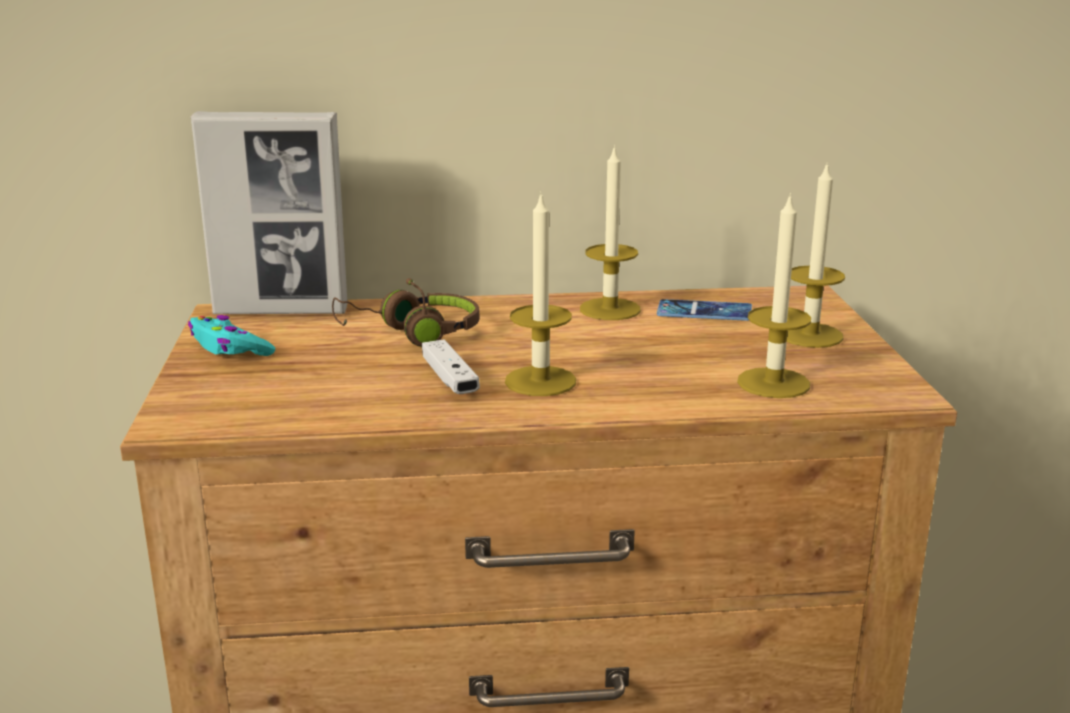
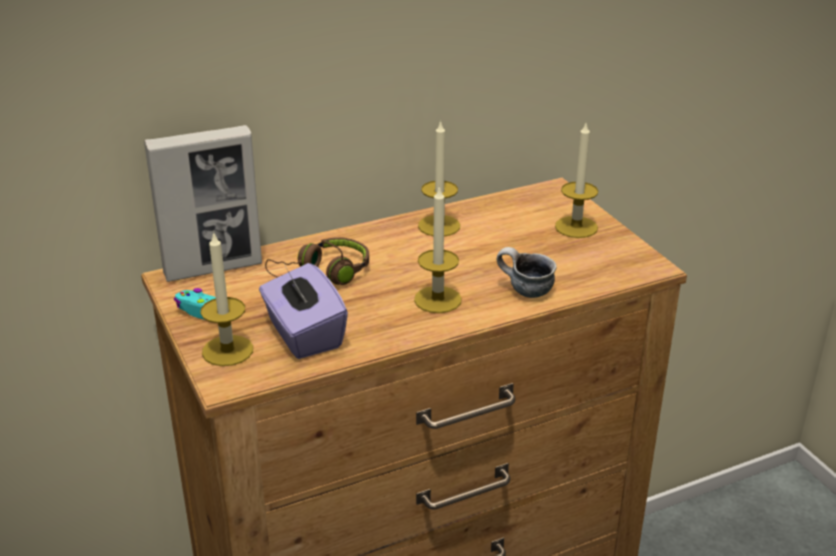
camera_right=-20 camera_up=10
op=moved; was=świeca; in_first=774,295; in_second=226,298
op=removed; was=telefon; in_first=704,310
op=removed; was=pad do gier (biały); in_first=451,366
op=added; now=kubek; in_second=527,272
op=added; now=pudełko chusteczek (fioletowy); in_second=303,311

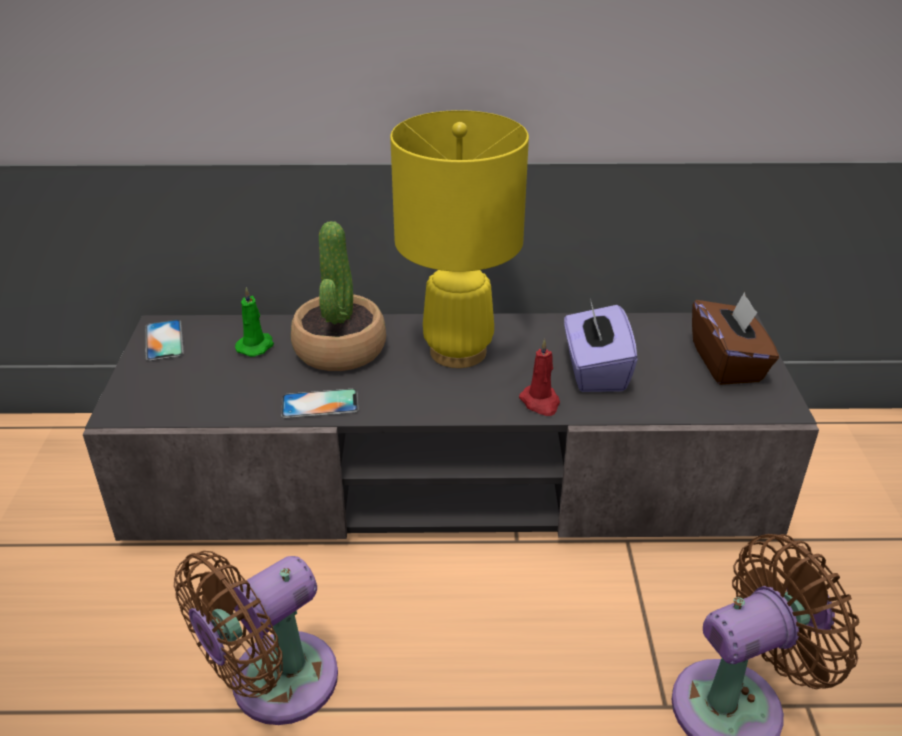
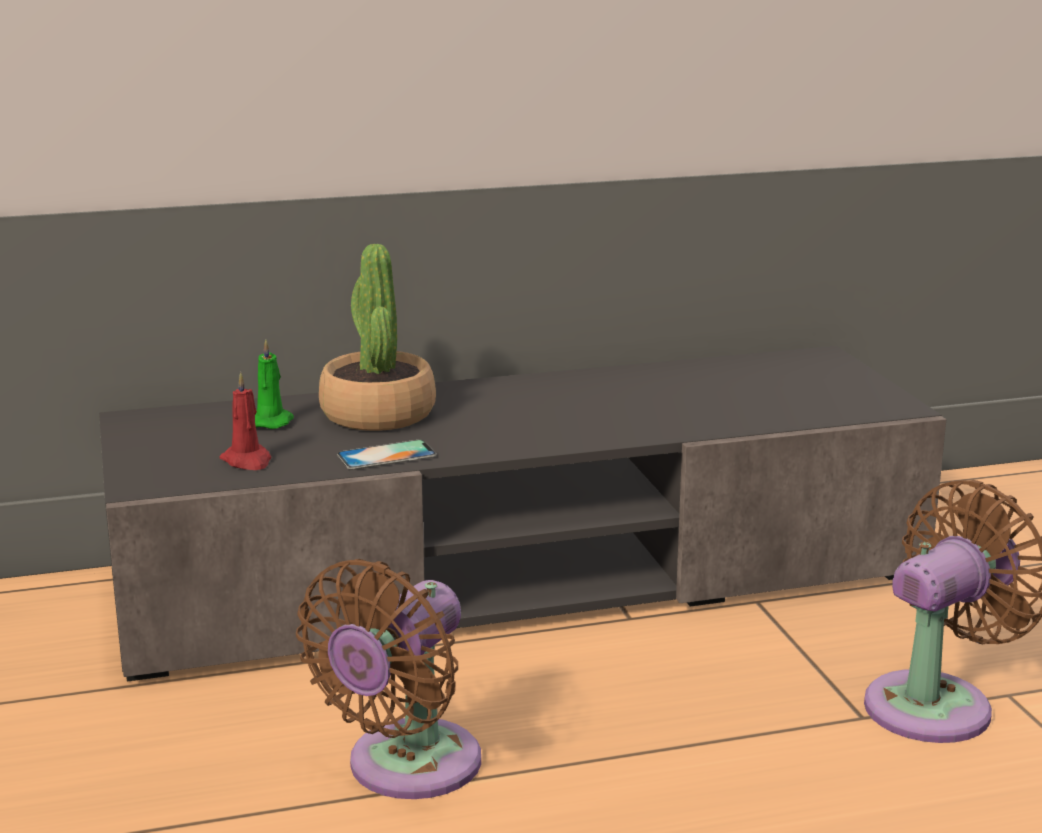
camera_right=-15 camera_up=-15
op=removed; was=lampa stołowa (żółty); in_first=459,239
op=removed; was=pudełko chusteczek (brązowy); in_first=735,338
op=removed; was=pudełko chusteczek (fioletowy); in_first=601,345
op=removed; was=telefon; in_first=164,340
op=moved; was=świeca (czerwony); in_first=539,377; in_second=245,421

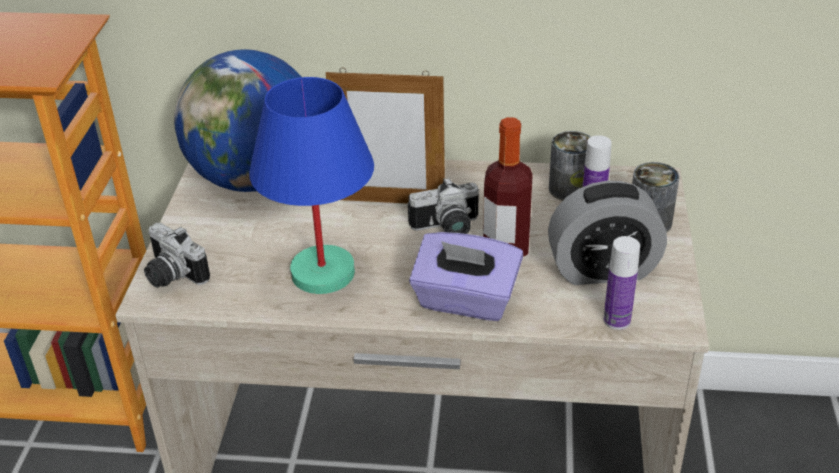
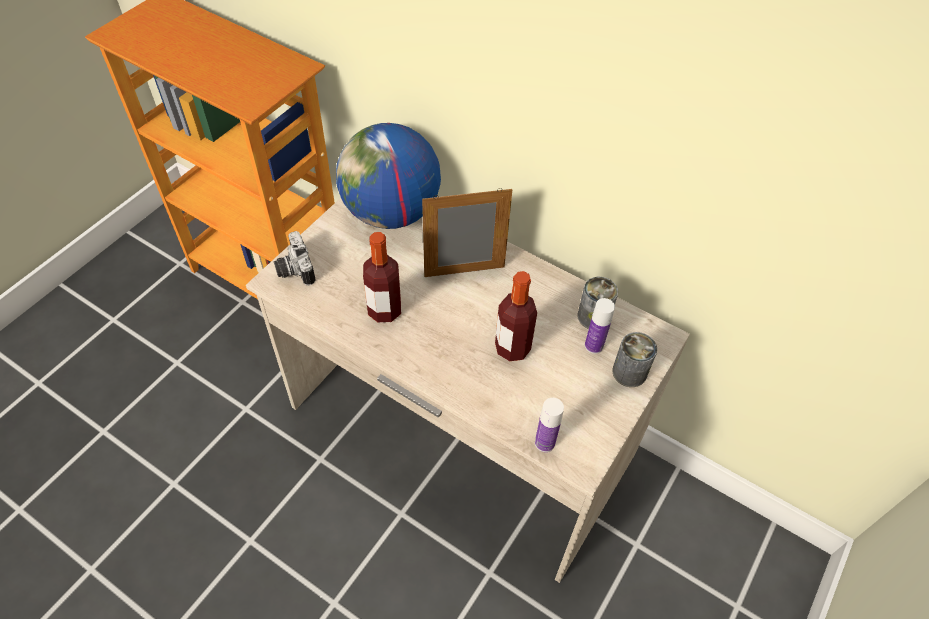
camera_right=25 camera_up=15
op=turned; was=ramka na zdjęcie; in_first=385,136; in_second=467,232; clockwise=135
op=replaced; was=lampa stołowa (niebieski); now=butelka; in_first=311,185; in_second=382,277
op=removed; was=aparat fotograficzny; in_first=443,205
op=removed; was=budzik; in_first=607,233
op=removed; was=pudełko chusteczek (fioletowy); in_first=466,276

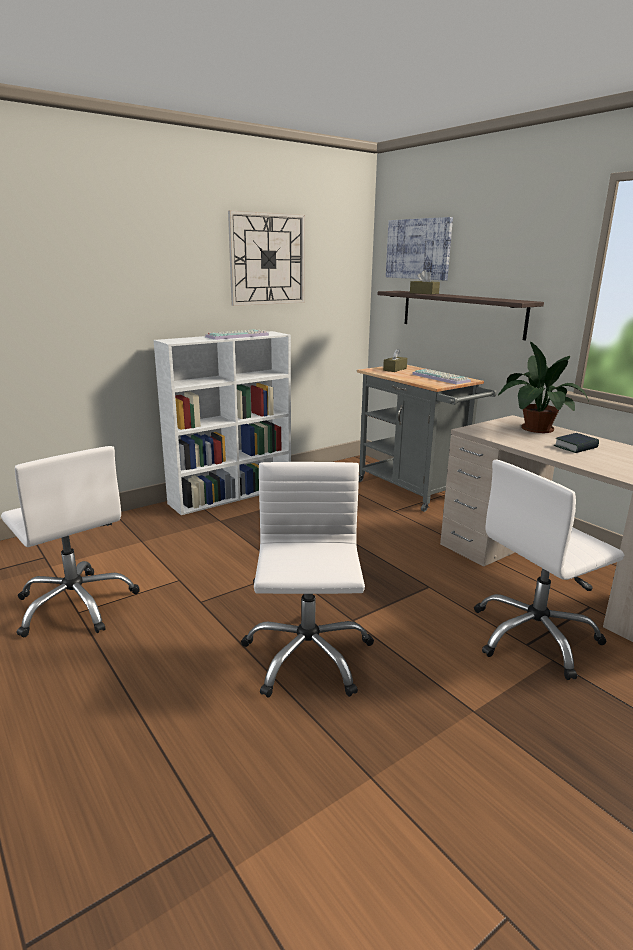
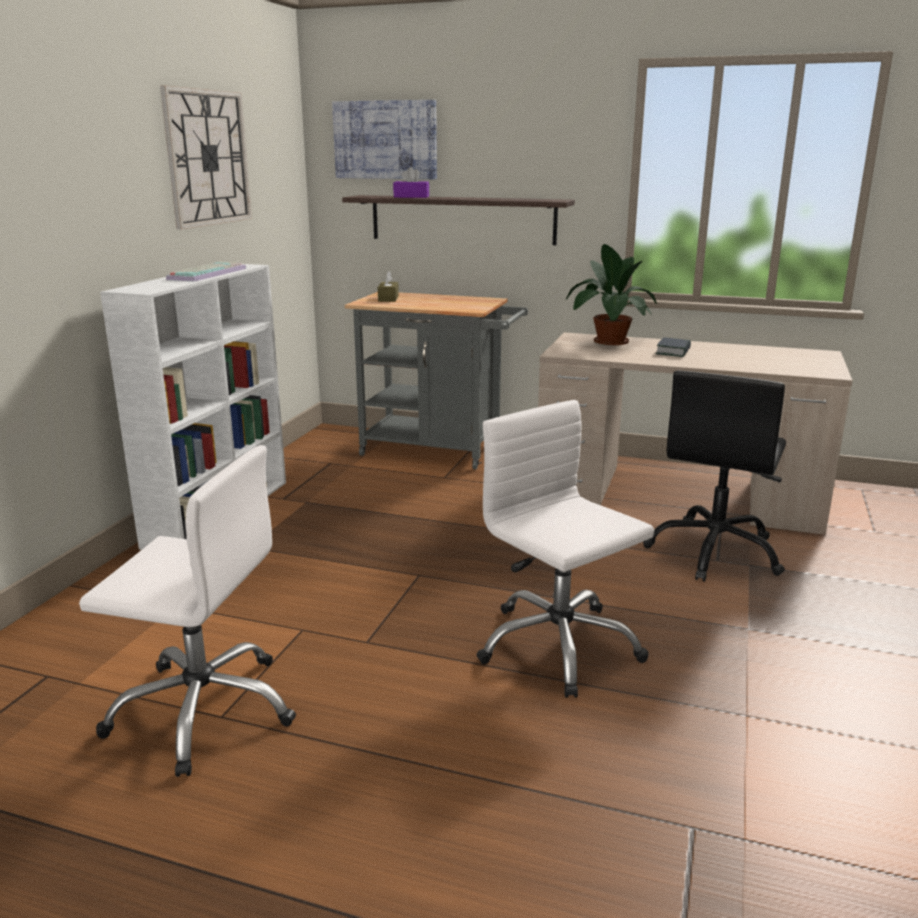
camera_right=-35 camera_up=0
op=recoloured; was=pudełko chusteczek (brązowy); now=pudełko chusteczek (fioletowy); in_first=425,282; in_second=411,182
op=removed; was=klawiatura; in_first=441,377
op=recoloured; was=krzesło biurowe (biały); now=krzesło biurowe (czarny); in_first=549,570; in_second=714,476

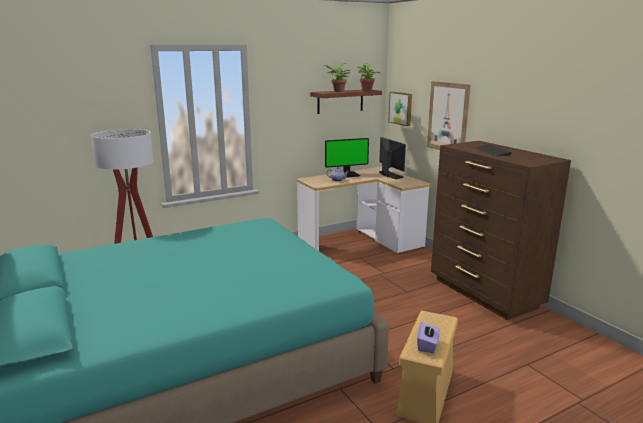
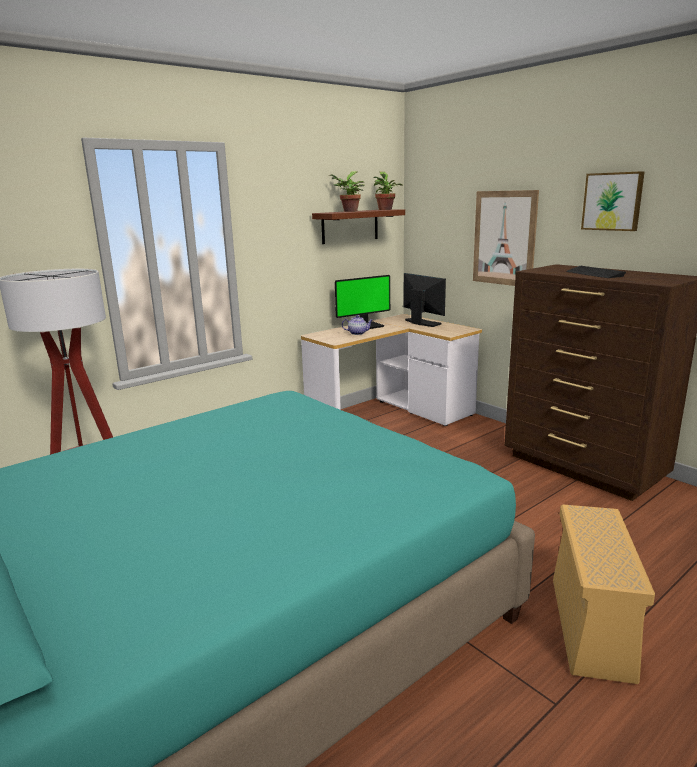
camera_right=-10 camera_up=0
op=moved; was=obraz; in_first=400,109; in_second=613,201
op=removed; was=pudełko chusteczek (fioletowy); in_first=428,337

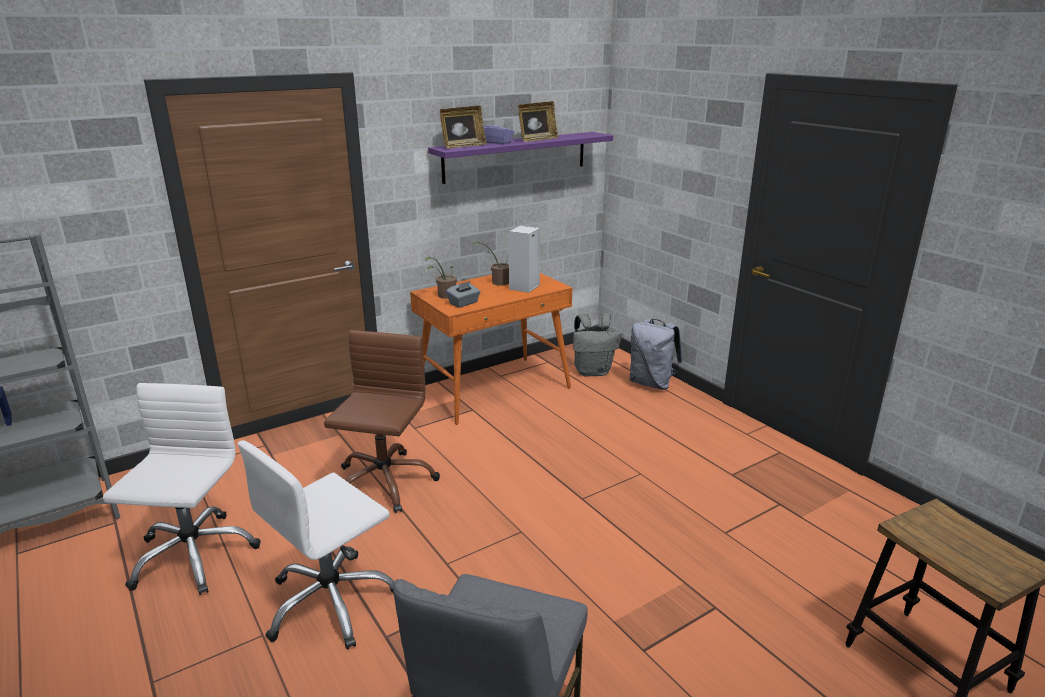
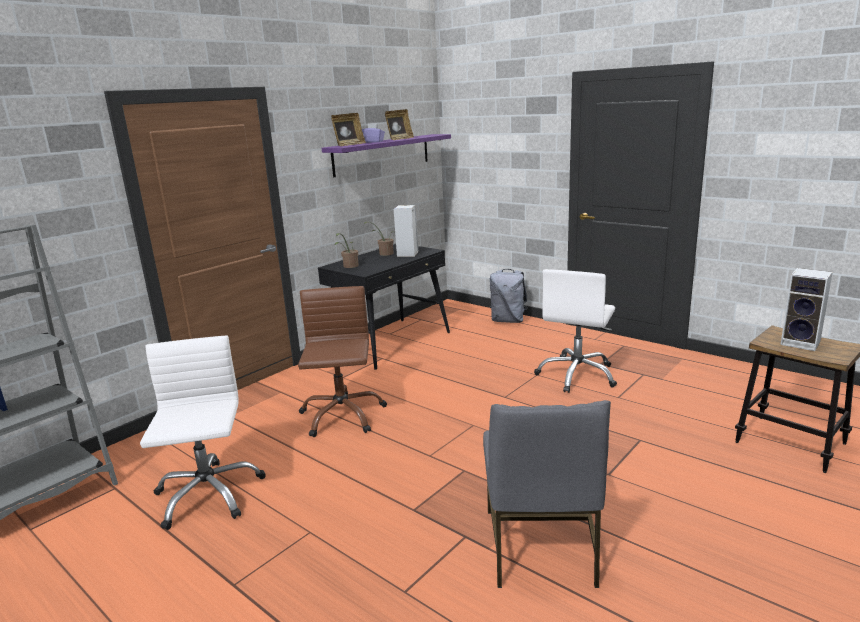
camera_right=-15 camera_up=-5
op=recoloured; was=biurko (pomarańczowy); now=biurko (czarny); in_first=491,349; in_second=384,307
op=removed; was=pudełko chusteczek (szary); in_first=463,294
op=removed; was=plecak (szary); in_first=597,345
op=moved; was=krzesło biurowe (biały); in_first=316,544; in_second=575,331
op=added; now=głośnik; in_second=806,309

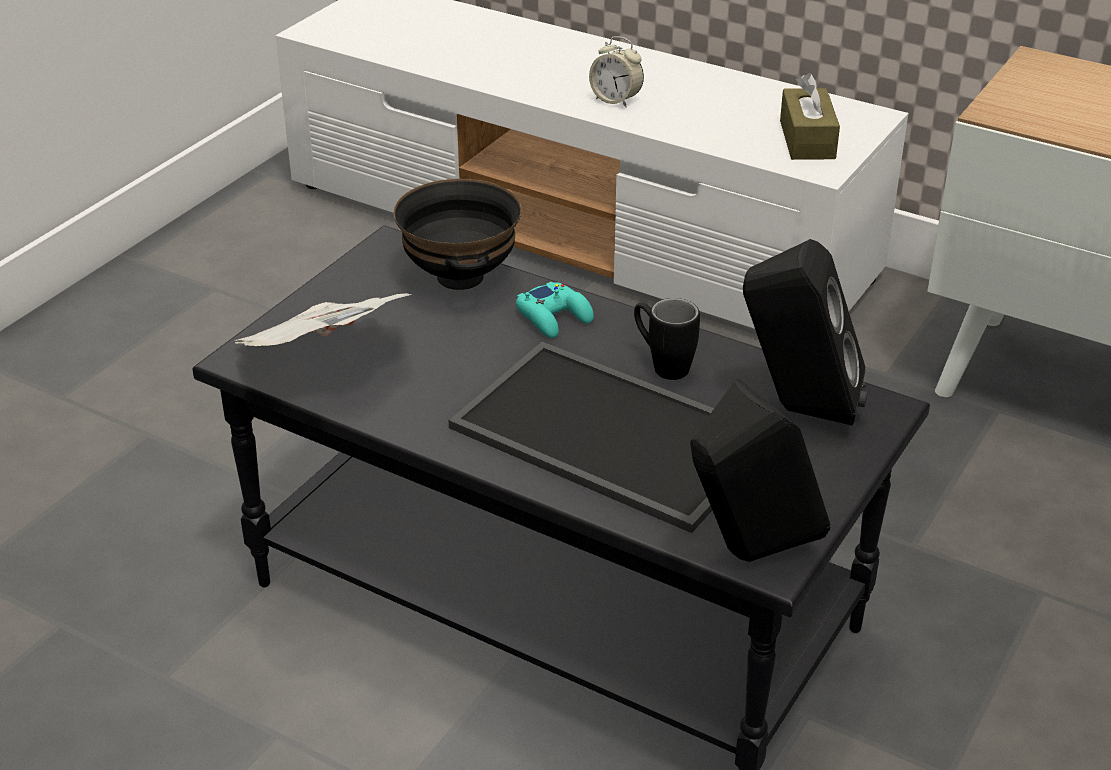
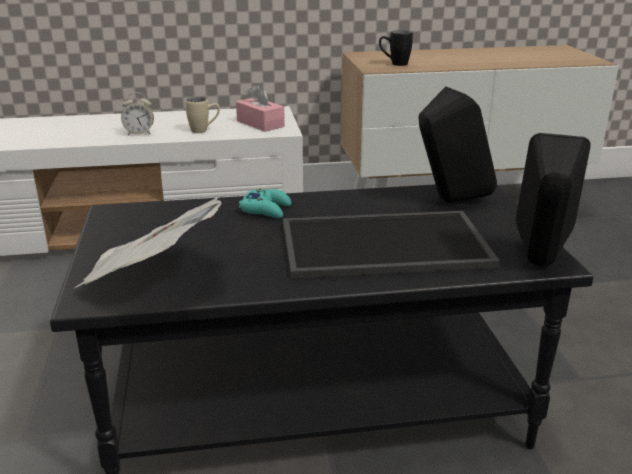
camera_right=-40 camera_up=-10
op=recoloured; was=pudełko chusteczek (brązowy); now=pudełko chusteczek (różowy); in_first=810,116; in_second=260,108
op=removed; was=miska (czarny); in_first=457,234
op=moved; was=kubek (czarny); in_first=667,339; in_second=396,48
op=added; now=kubek (beżowy); in_second=202,115

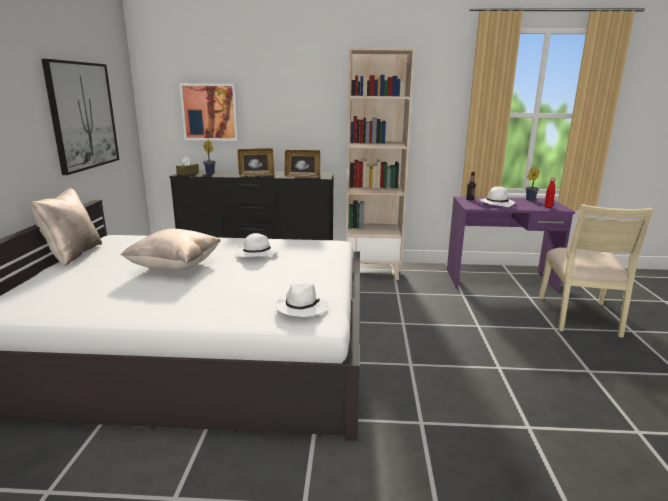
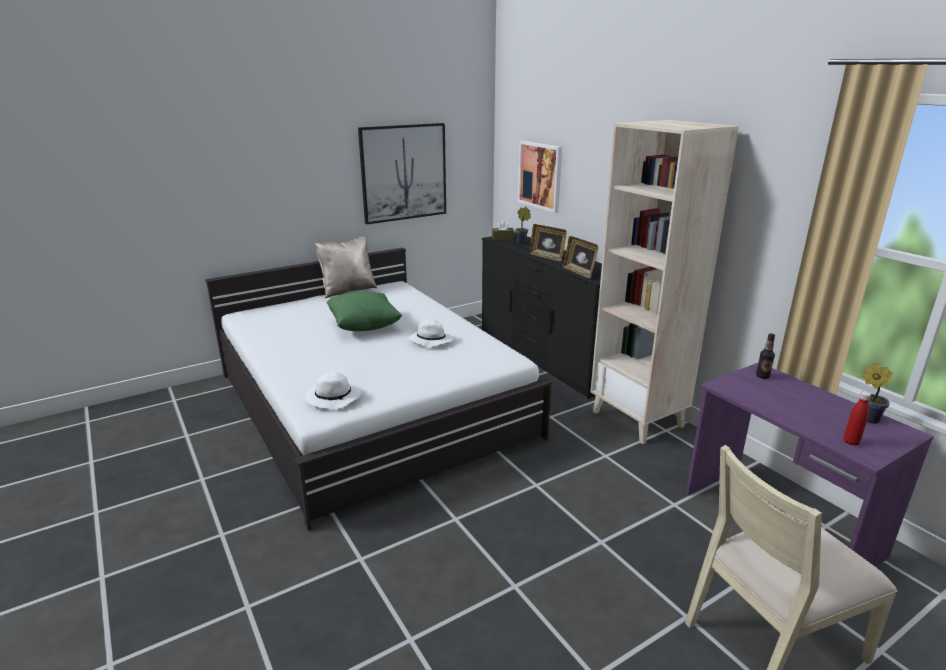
camera_right=55 camera_up=5
op=removed; was=kapelusz (biały); in_first=497,196
op=recoloured; was=poduszka (beżowy); now=poduszka (zielony); in_first=170,250; in_second=365,311

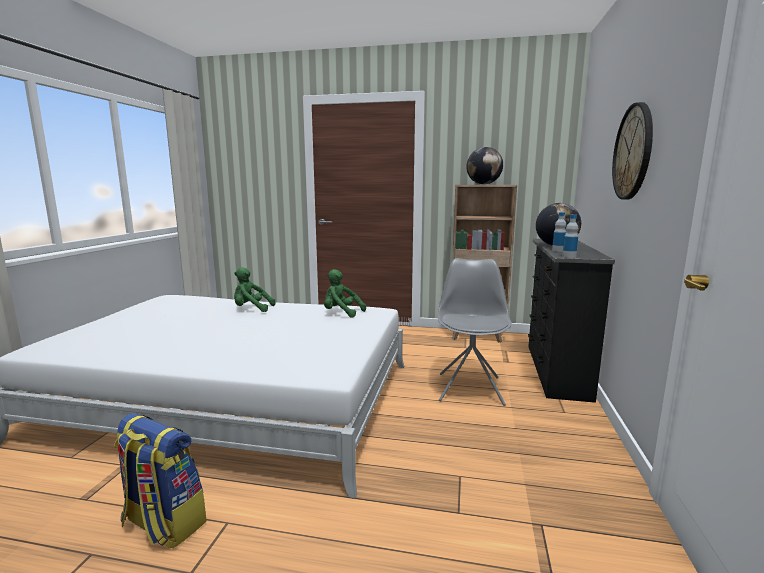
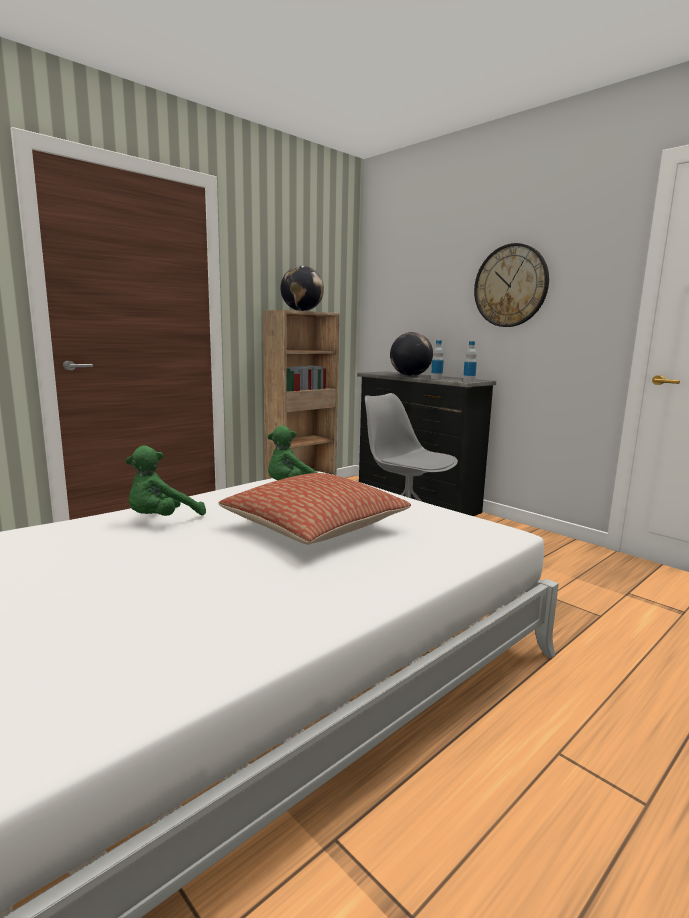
camera_right=-55 camera_up=0
op=removed; was=plecak; in_first=160,480
op=added; now=poduszka; in_second=314,509

